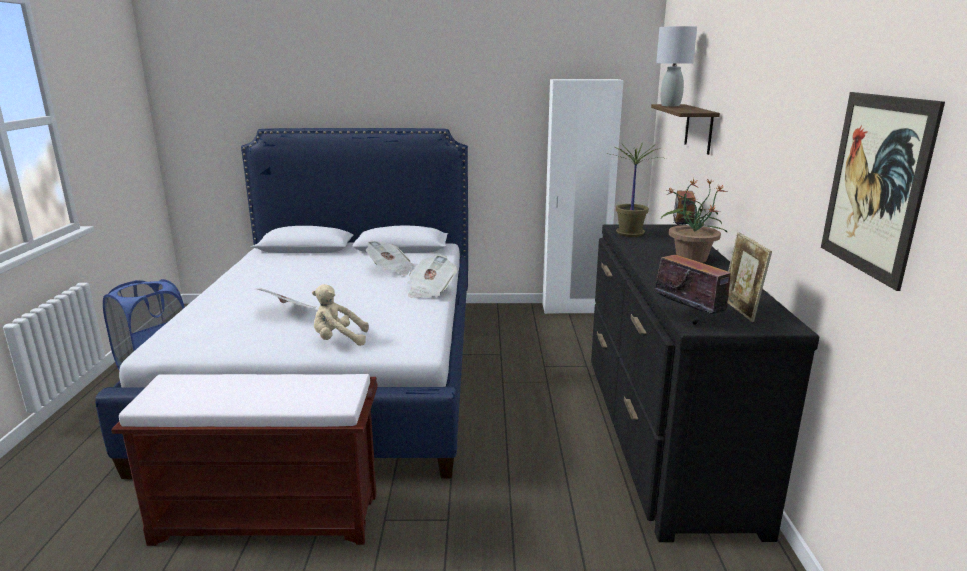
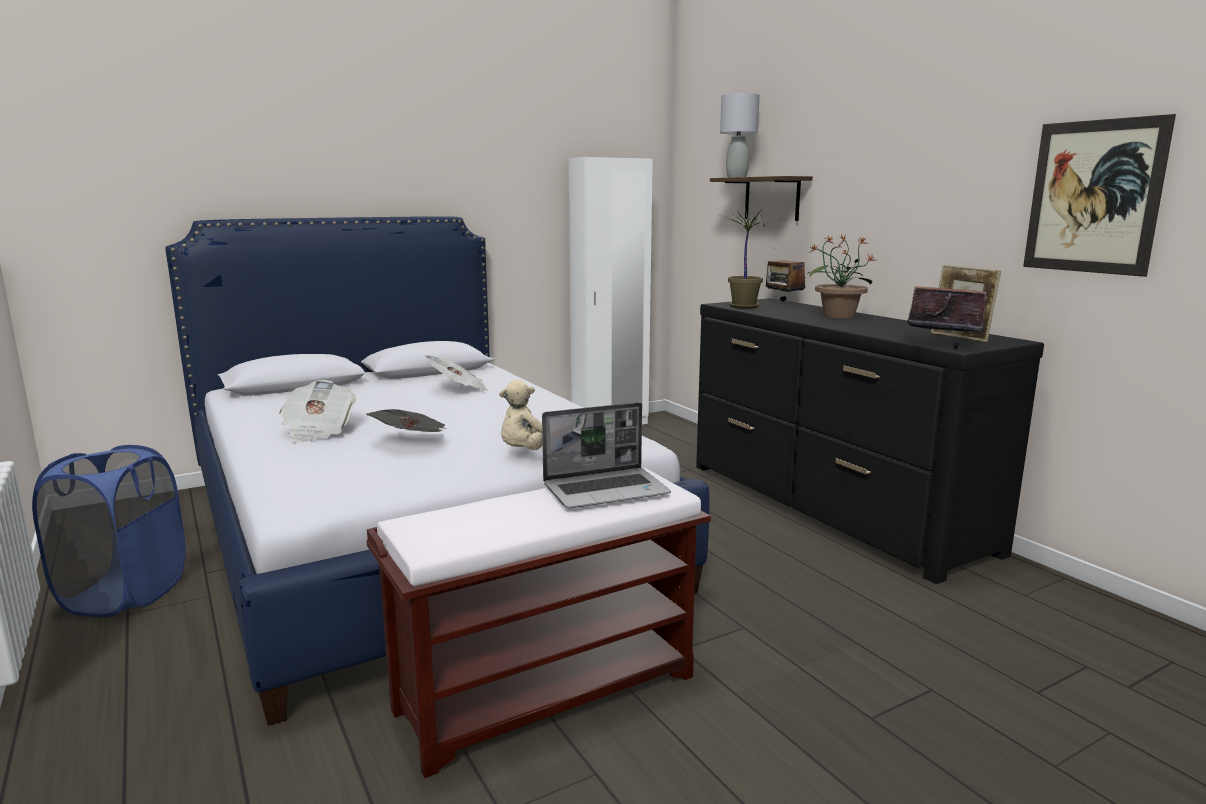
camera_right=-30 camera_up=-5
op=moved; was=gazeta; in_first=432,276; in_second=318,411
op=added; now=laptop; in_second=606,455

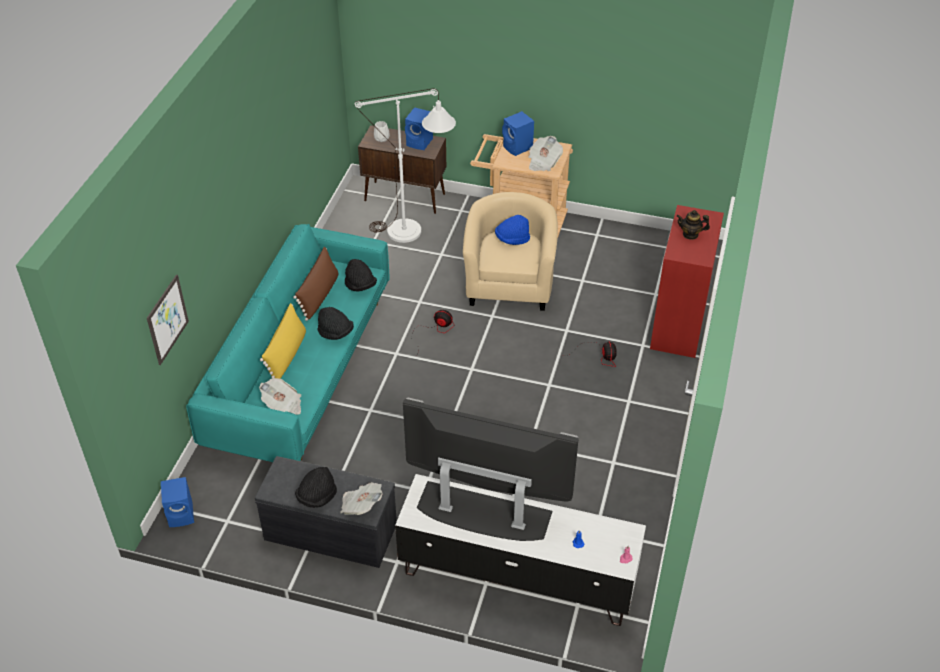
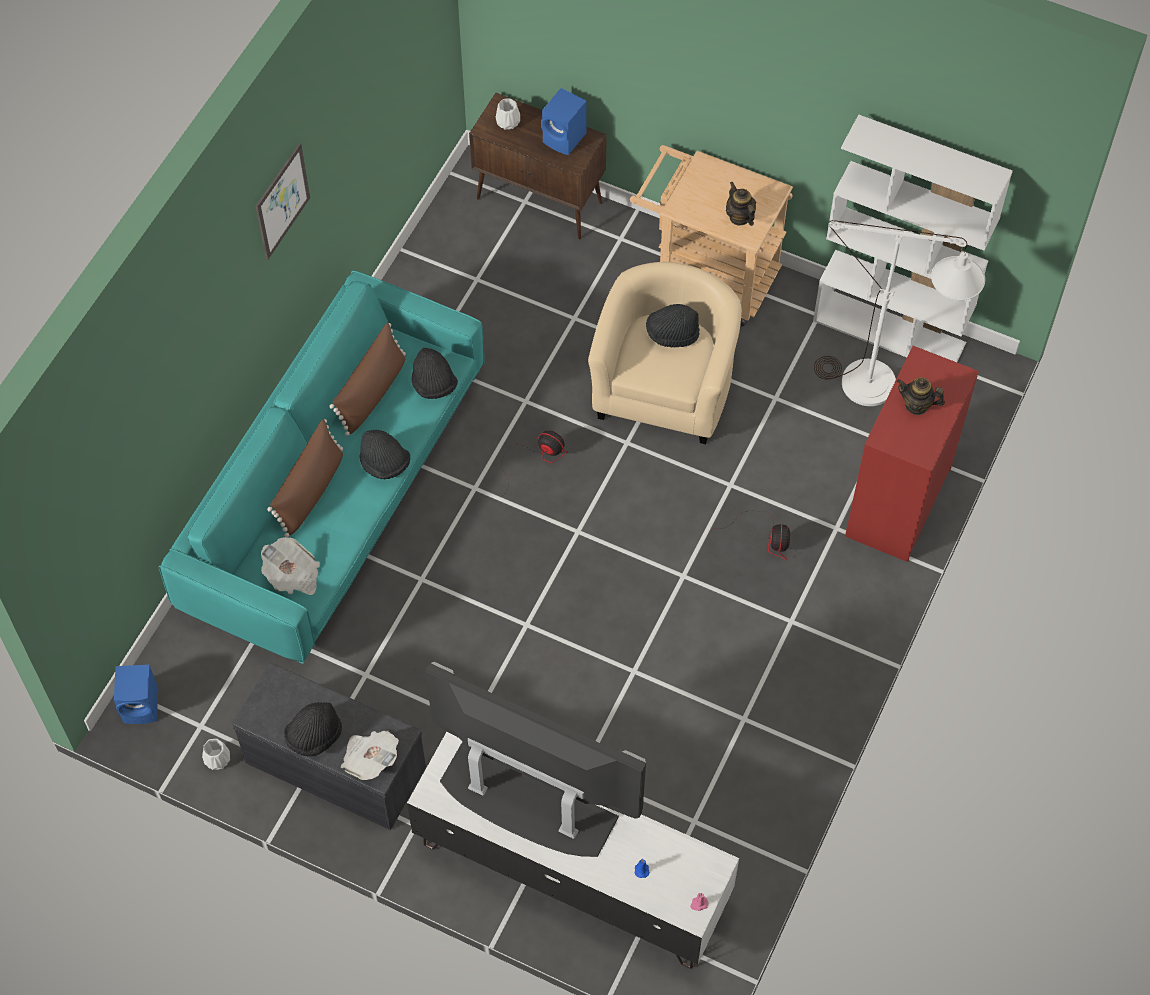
camera_right=10 camera_up=15
op=moved; was=lampa stojąca (biały); in_first=405,165; in_second=899,313
op=removed; was=głośnik (niebieski); in_first=518,133
op=replaced; was=gazeta; now=imbryk; in_first=545,153; in_second=741,204
op=recoloured; was=kapelusz (niebieski); now=kapelusz (czarny); in_first=512,230; in_second=673,325
op=moved; was=obraz; in_first=168,320; in_second=282,201
op=recoloured; was=poduszka (żółty); now=poduszka (brązowy); in_first=283,341; in_second=305,478
op=added; now=regał (biały); in_second=913,238
op=added; now=wazon (biały); in_second=216,754

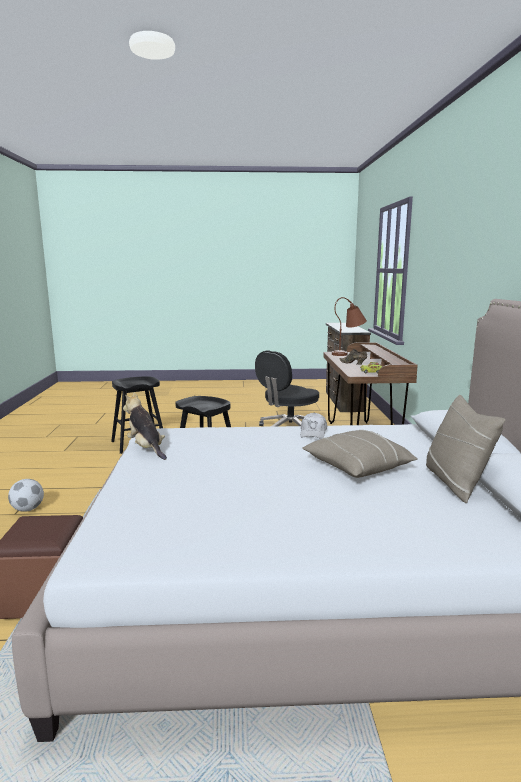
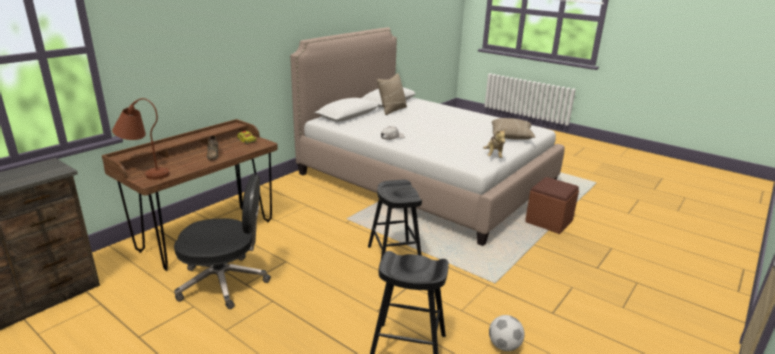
camera_right=-140 camera_up=10
op=moved; was=poduszka (beżowy); in_first=360,454; in_second=513,129
op=moved; was=piłka futbolowa; in_first=26,495; in_second=507,333

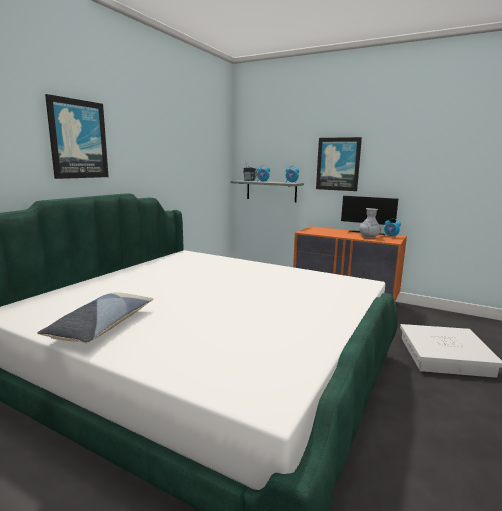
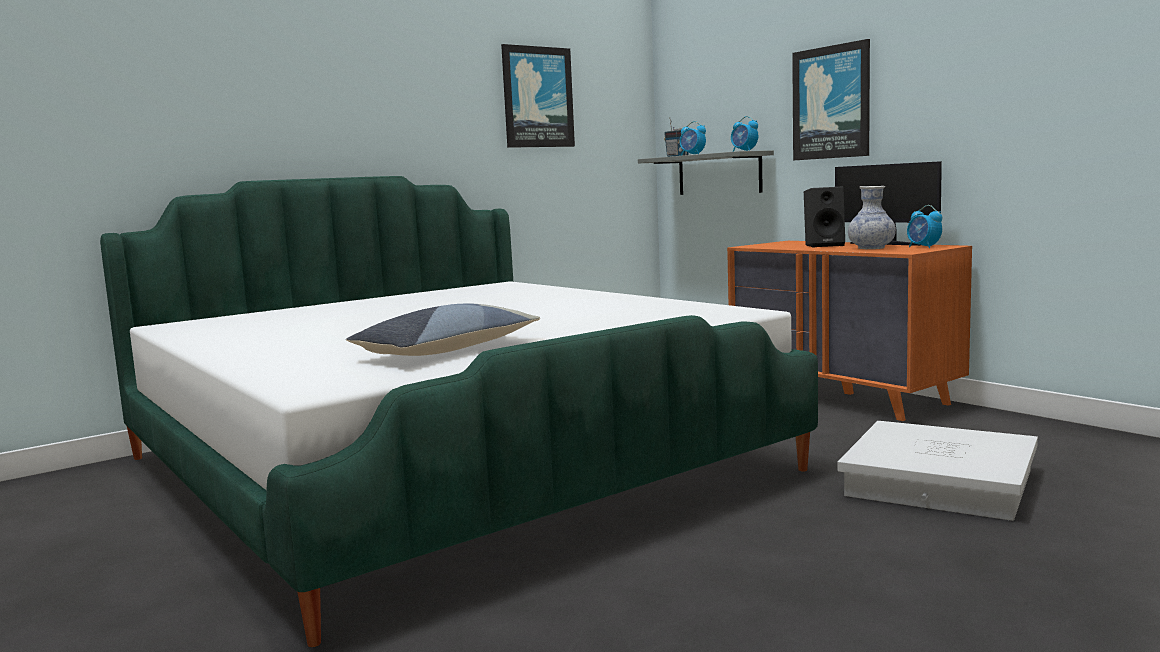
camera_right=25 camera_up=-5
op=moved; was=obraz; in_first=77,136; in_second=538,96
op=moved; was=poduszka; in_first=95,318; in_second=443,330
op=added; now=głośnik (czarny); in_second=824,217

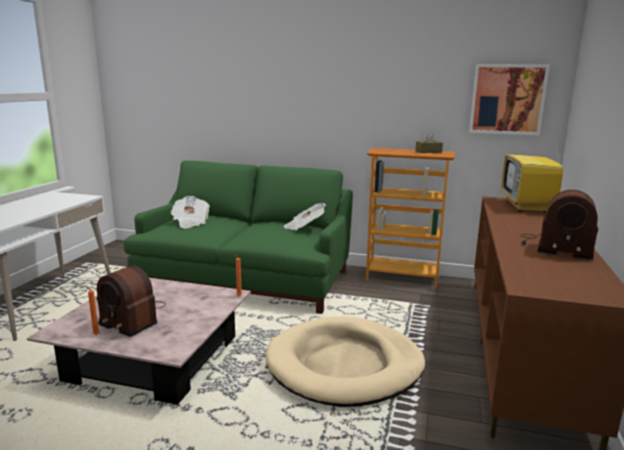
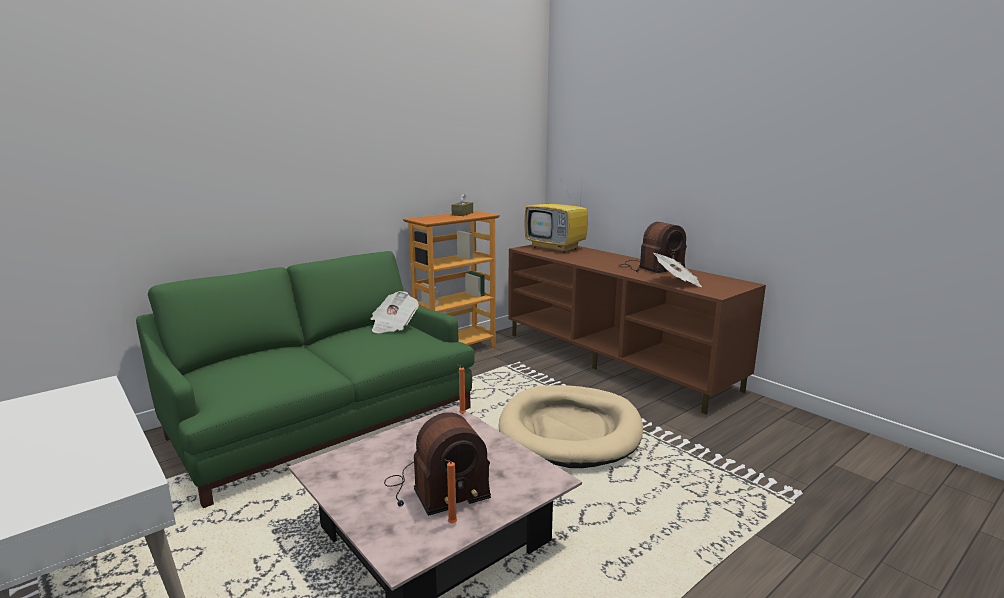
camera_right=-55 camera_up=0
op=removed; was=obraz; in_first=509,99
op=moved; was=gazeta; in_first=190,212; in_second=677,270

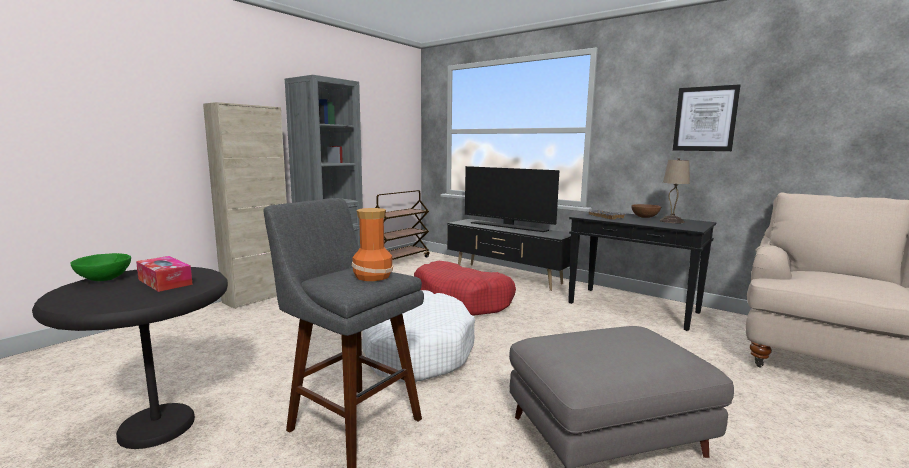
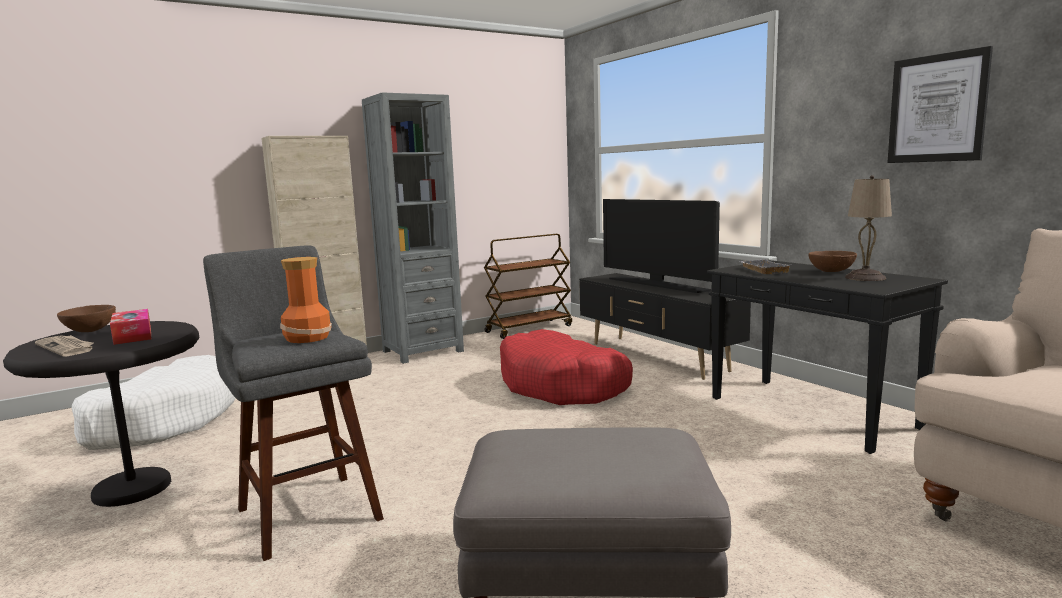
camera_right=20 camera_up=0
op=recoloured; was=miska (zielony); now=miska (brązowy); in_first=101,267; in_second=86,318
op=moved; was=legowisko (biały); in_first=418,336; in_second=153,402
op=added; now=gazeta; in_second=64,346

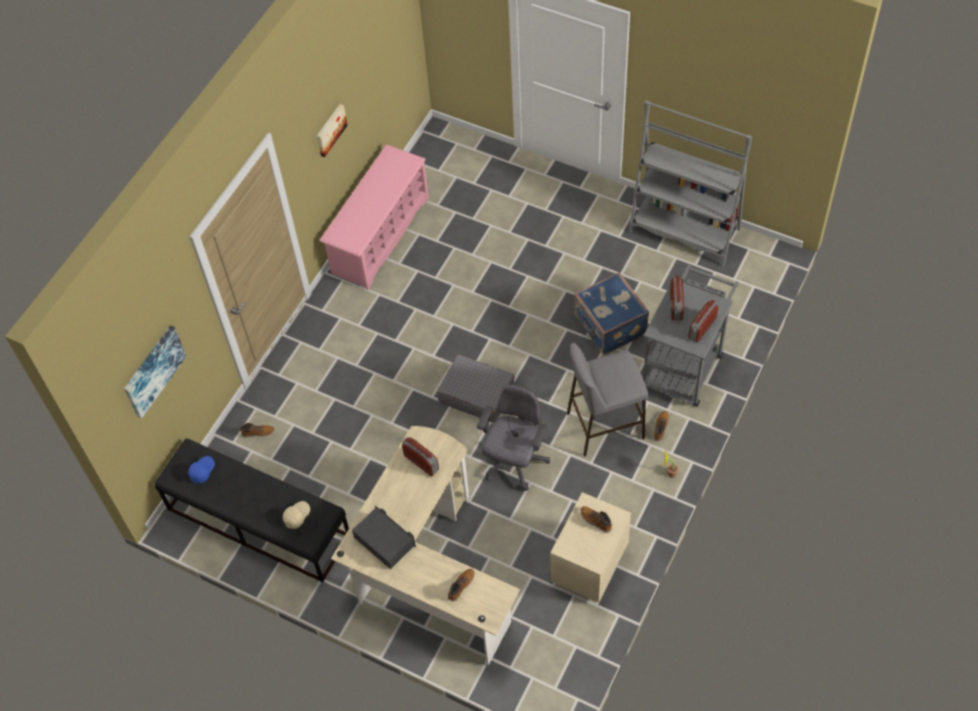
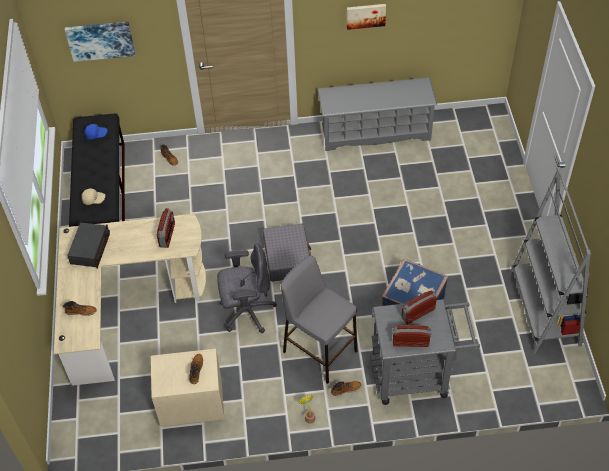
camera_right=55 camera_up=-5
op=recoloured; was=regał na buty (różowy); now=regał na buty (szary); in_first=374,217; in_second=377,114

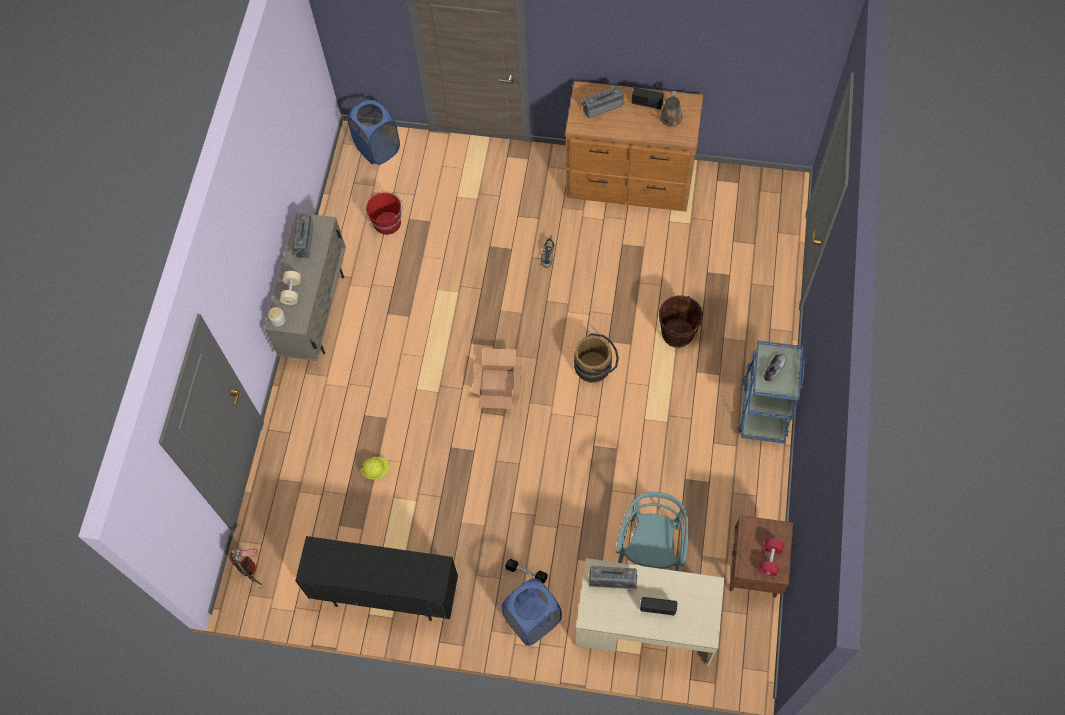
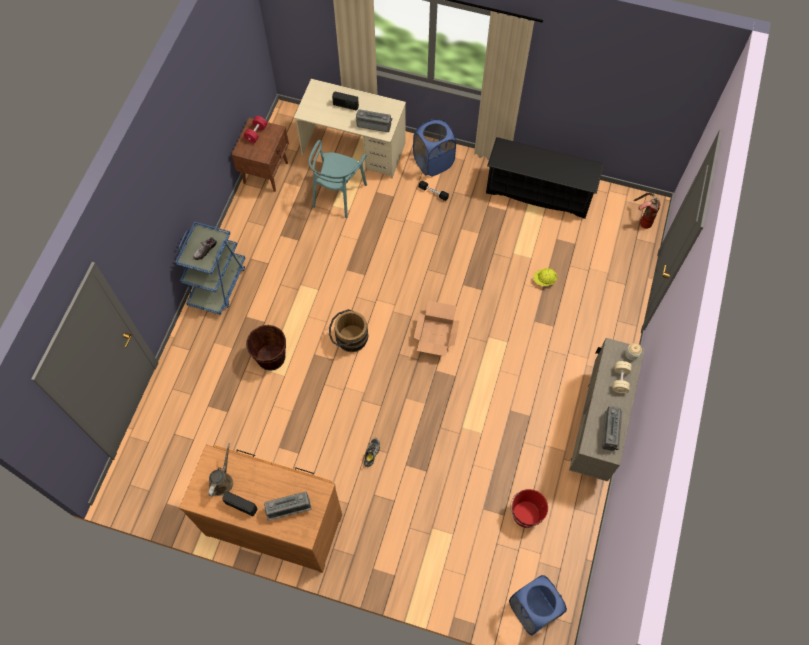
camera_right=-175 camera_up=0
op=replaced; was=szafka (czarny); now=regał na buty (czarny); in_first=376,578; in_second=545,178

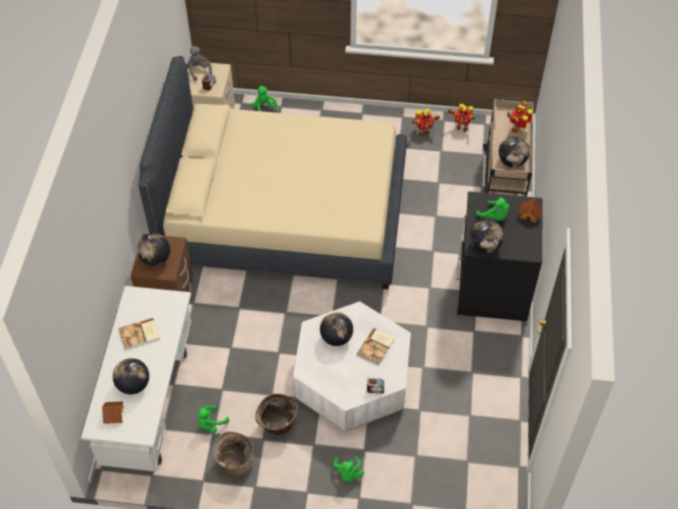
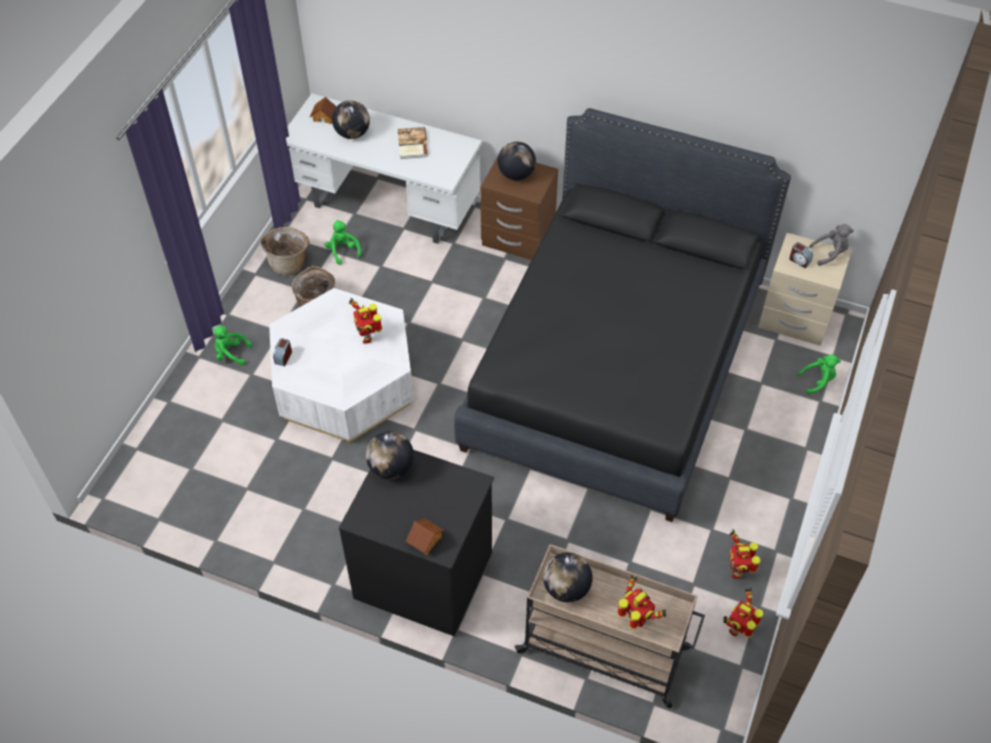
camera_right=105 camera_up=0
op=recoloured; was=łóżko (beżowy); now=łóżko (czarny); in_first=272,173; in_second=622,315
op=removed; was=pluszak (zielony); in_first=492,209
op=replaced; was=globus; now=robot zabawkowy; in_first=336,329; in_second=365,321
op=removed; was=książka; in_first=376,347

